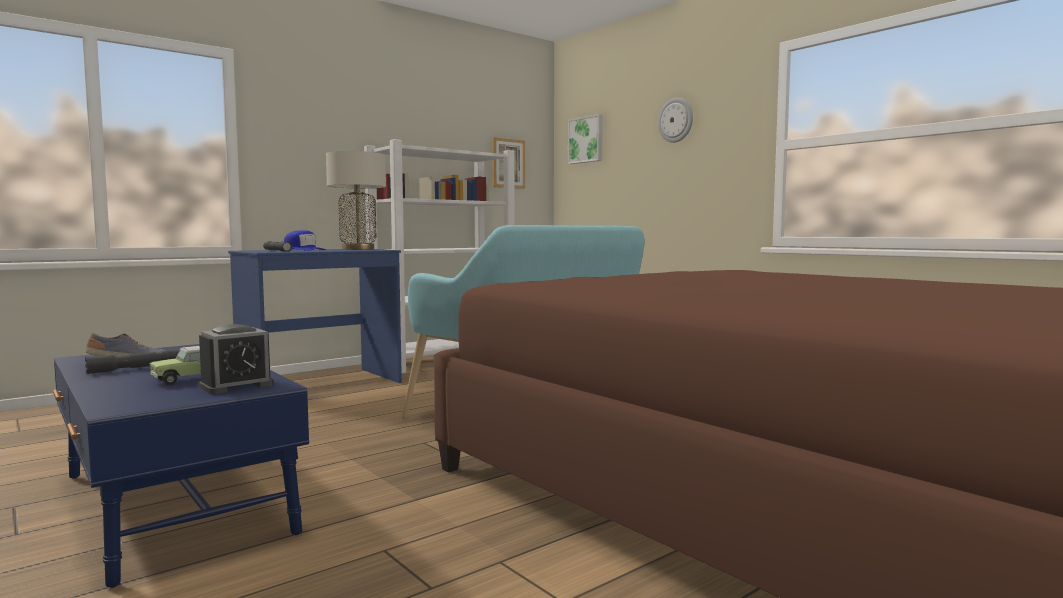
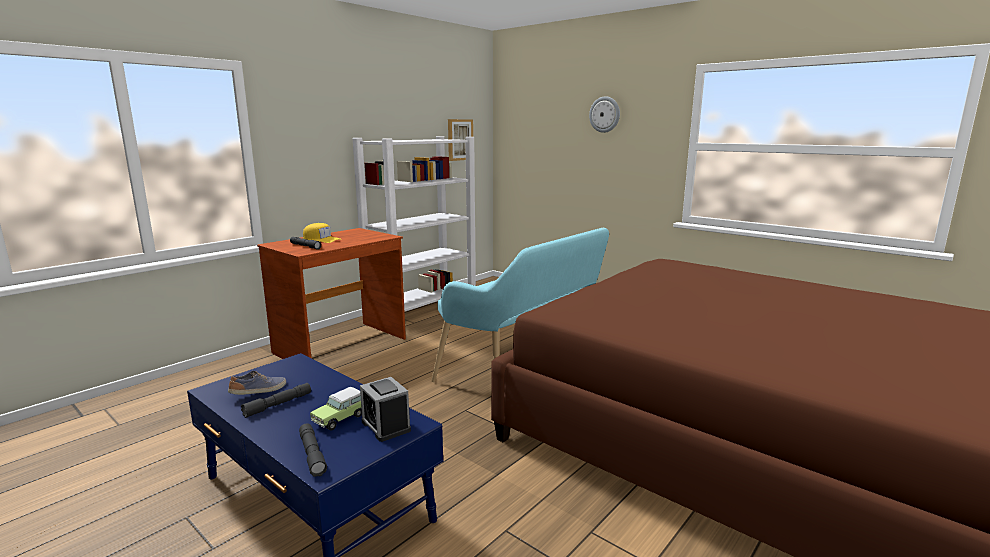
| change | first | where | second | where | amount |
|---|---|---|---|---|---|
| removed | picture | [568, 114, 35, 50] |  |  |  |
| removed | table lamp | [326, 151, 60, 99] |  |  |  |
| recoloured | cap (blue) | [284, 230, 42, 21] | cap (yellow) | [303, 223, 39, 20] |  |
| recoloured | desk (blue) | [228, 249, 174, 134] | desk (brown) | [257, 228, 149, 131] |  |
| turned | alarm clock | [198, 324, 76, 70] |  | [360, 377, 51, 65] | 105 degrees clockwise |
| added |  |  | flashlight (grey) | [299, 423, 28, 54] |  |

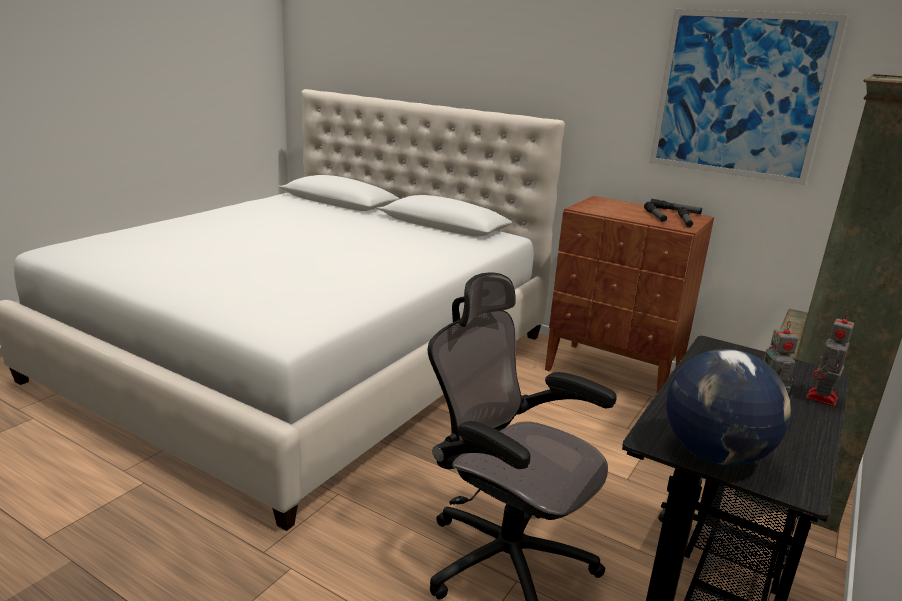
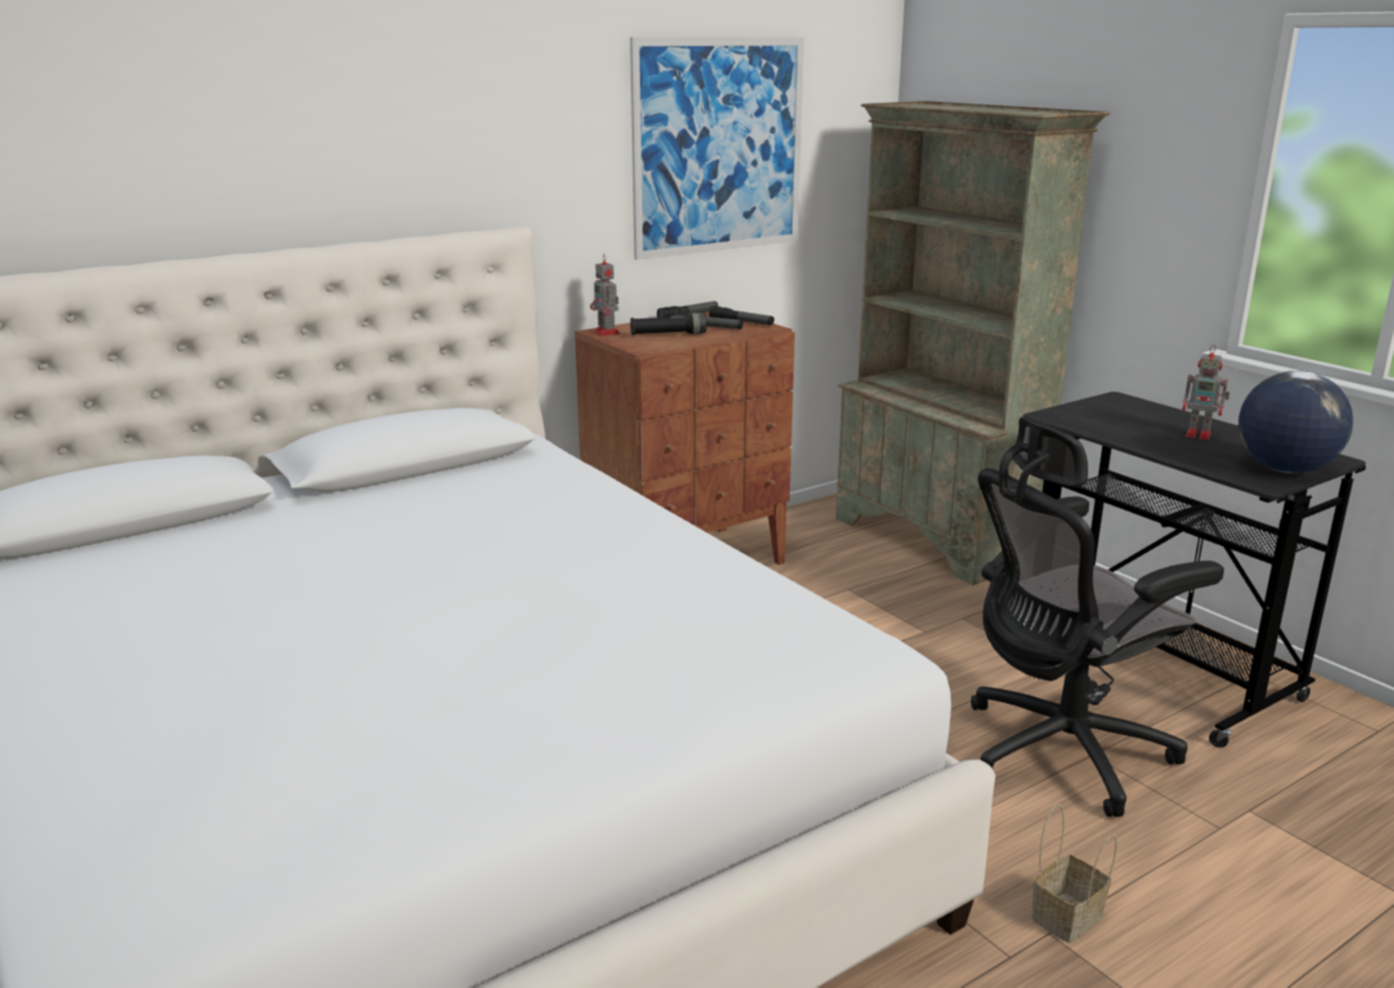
| change | first | where | second | where | amount |
|---|---|---|---|---|---|
| moved | toy robot | [806, 311, 48, 96] |  | [590, 254, 30, 82] |  |
| added |  |  | flashlight (black) | [630, 313, 77, 22] |  |
| added |  |  | basket | [1031, 804, 86, 139] |  |

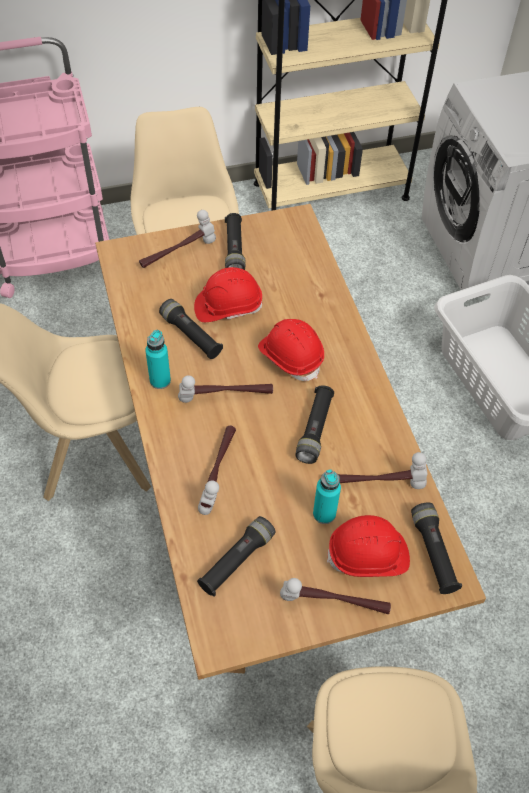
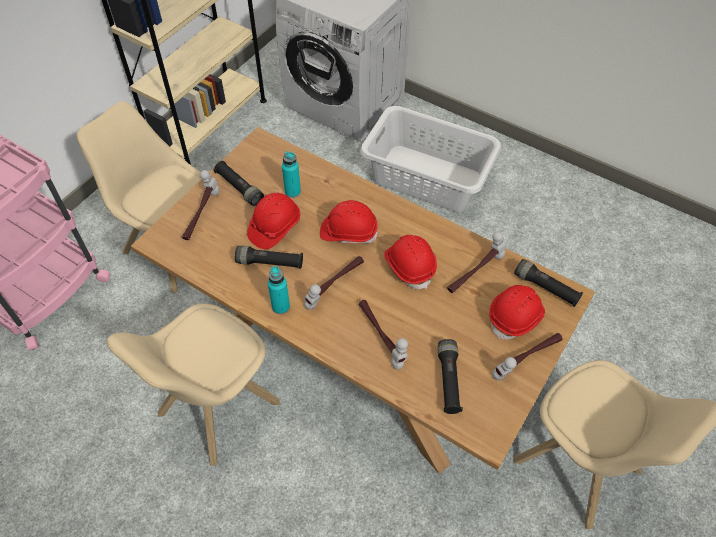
| change | first | where | second | where | amount |
|---|---|---|---|---|---|
| replaced | flashlight (black) | [295, 385, 39, 79] | hard hat (red) | [384, 235, 53, 54] |  |
| moved | bottle (turquoise) | [313, 469, 28, 55] |  | [282, 151, 19, 47] |  |

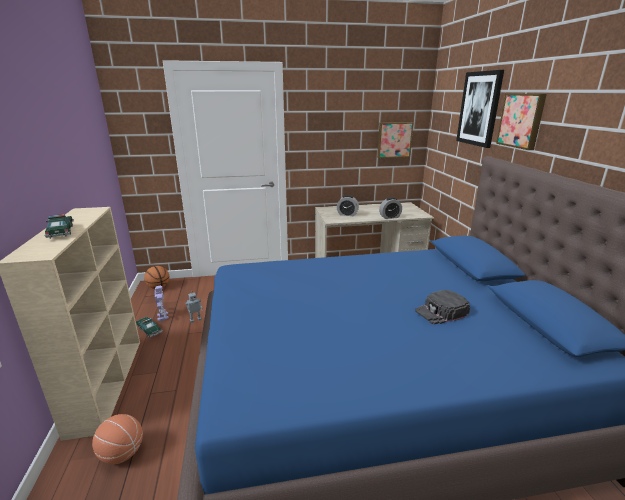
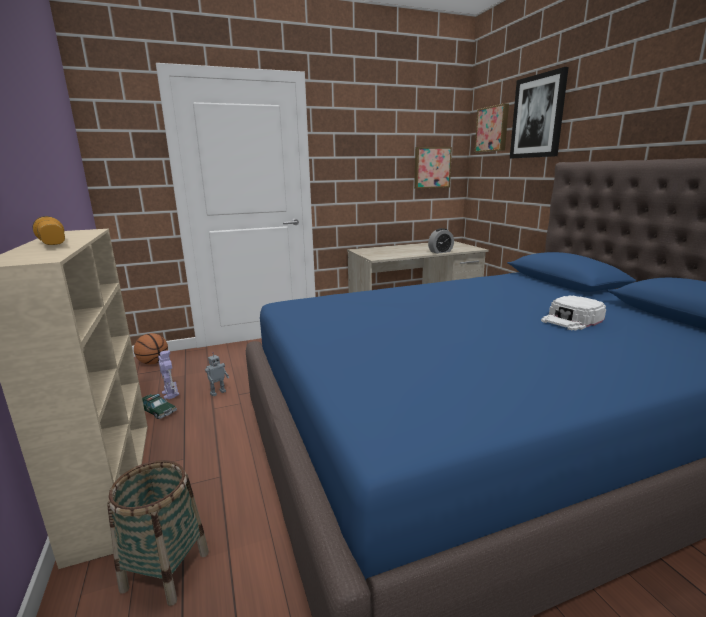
| change | first | where | second | where | amount |
|---|---|---|---|---|---|
| moved | picture | [496, 93, 51, 57] |  | [475, 103, 34, 49] |  |
| removed | alarm clock | [337, 195, 22, 21] |  |  |  |
| replaced | toy car | [44, 214, 30, 25] | flashlight | [33, 216, 32, 29] |  |
| recoloured | cap (black) | [415, 290, 55, 35] | cap (white) | [541, 295, 65, 36] |  |
| replaced | basketball | [92, 414, 51, 50] | basket | [107, 460, 102, 146] |  |

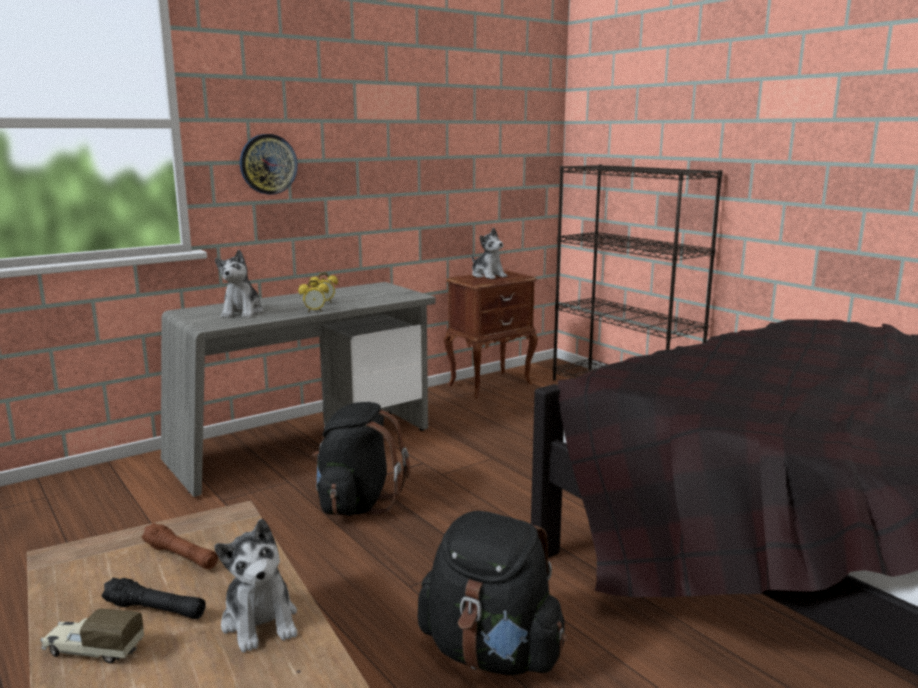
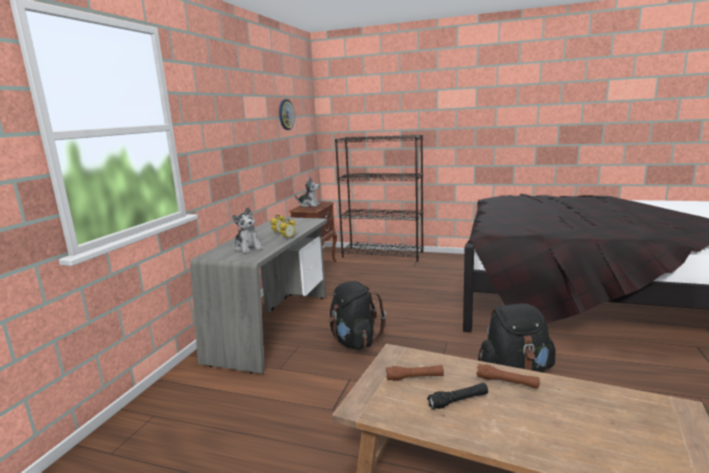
| change | first | where | second | where | amount |
|---|---|---|---|---|---|
| moved | wall clock | [240, 134, 58, 61] |  | [279, 99, 16, 31] |  |
| replaced | plush toy | [214, 519, 83, 134] | flashlight (brown) | [476, 364, 64, 25] |  |
| removed | toy truck | [41, 609, 103, 54] |  |  |  |

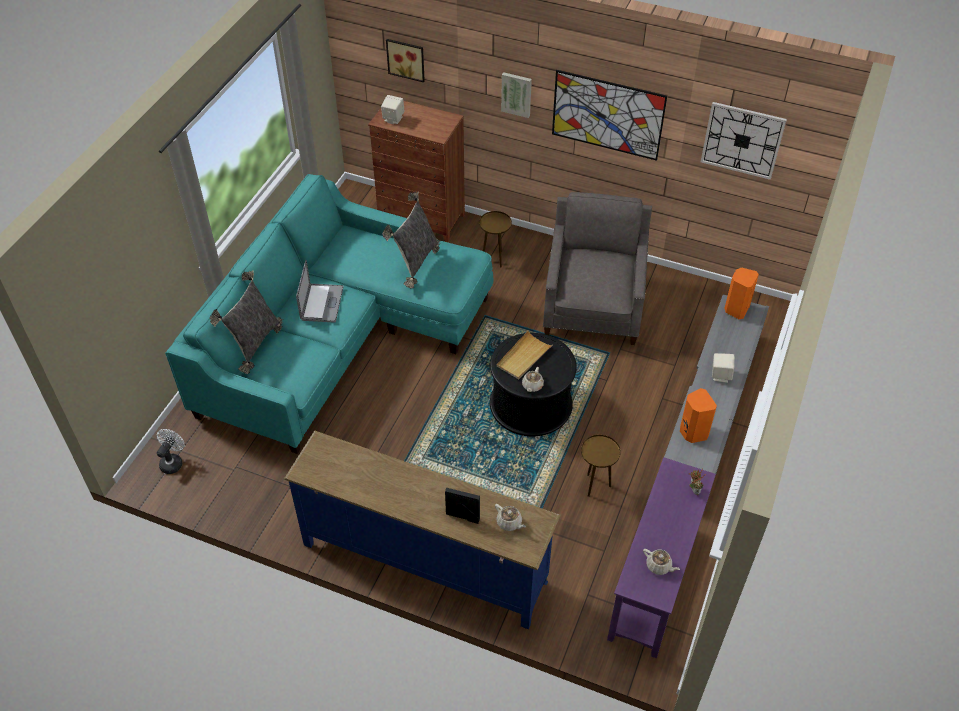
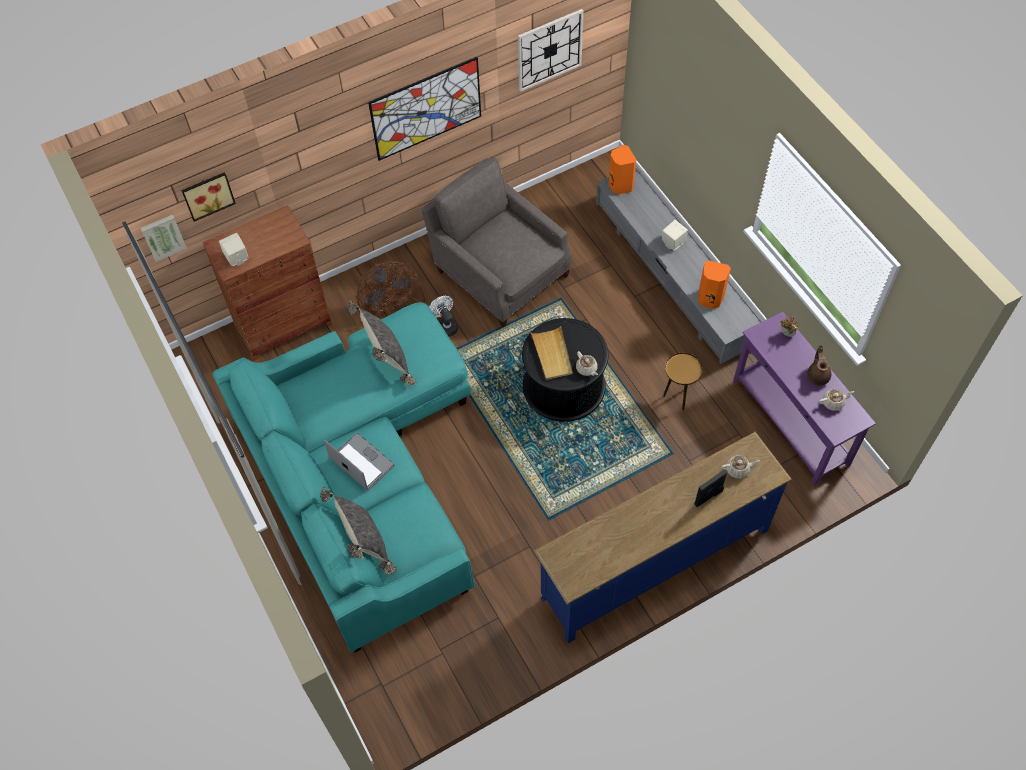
| change | first | where | second | where | amount |
|---|---|---|---|---|---|
| moved | picture | [501, 72, 31, 46] |  | [141, 215, 46, 47] |  |
| replaced | side table (brown) | [479, 211, 33, 57] | fan (brown) | [355, 261, 70, 63] |  |
| moved | fan (white) | [157, 429, 28, 45] |  | [429, 296, 29, 41] |  |
| added |  |  | teapot (brown) | [807, 345, 24, 41] |  |

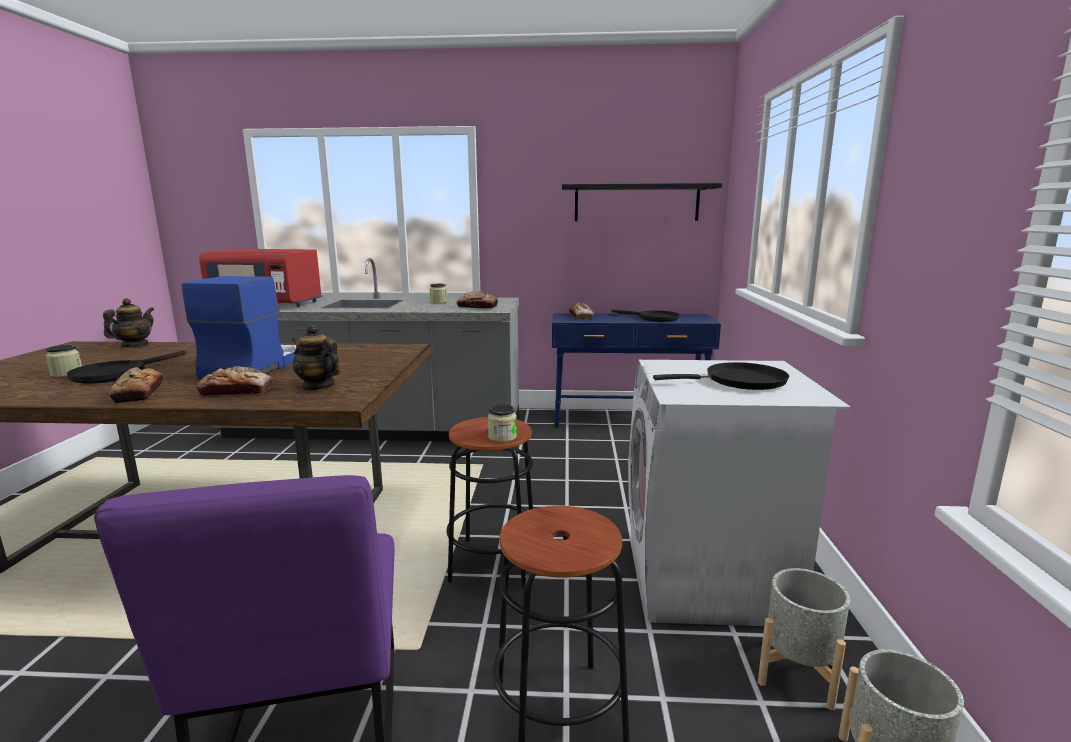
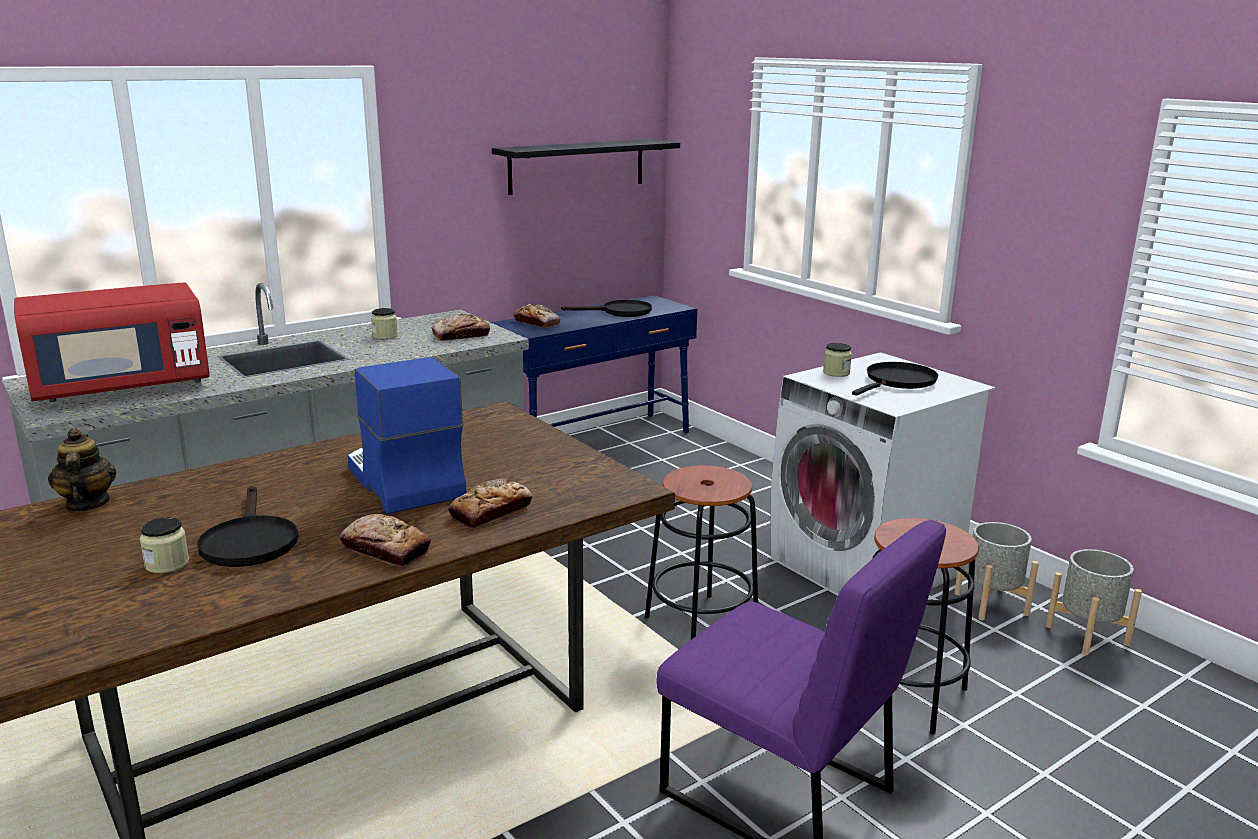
| change | first | where | second | where | amount |
|---|---|---|---|---|---|
| removed | teapot | [292, 325, 48, 66] |  |  |  |
| moved | jar | [488, 404, 29, 38] |  | [823, 343, 29, 34] |  |

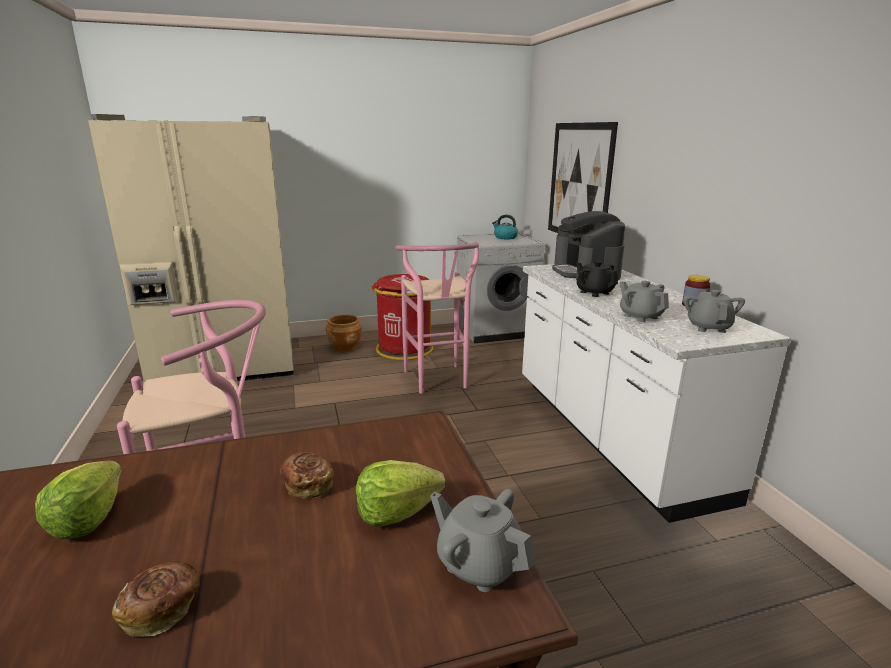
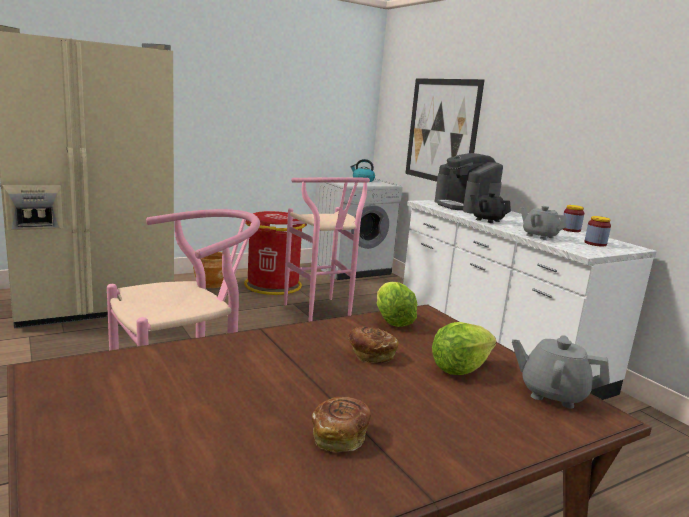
| change | first | where | second | where | amount |
|---|---|---|---|---|---|
| replaced | teapot (grey) | [683, 289, 62, 44] | jar | [584, 216, 27, 31] |  |
| moved | lettuce | [35, 461, 86, 78] |  | [377, 282, 40, 45] |  |

